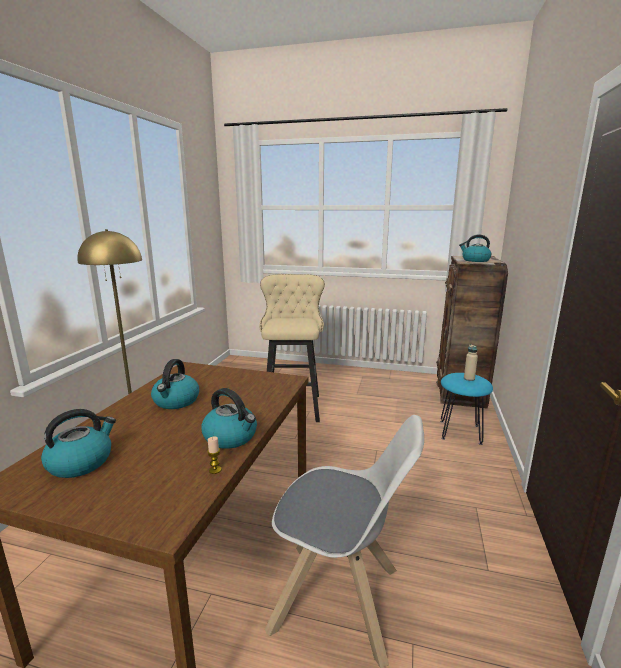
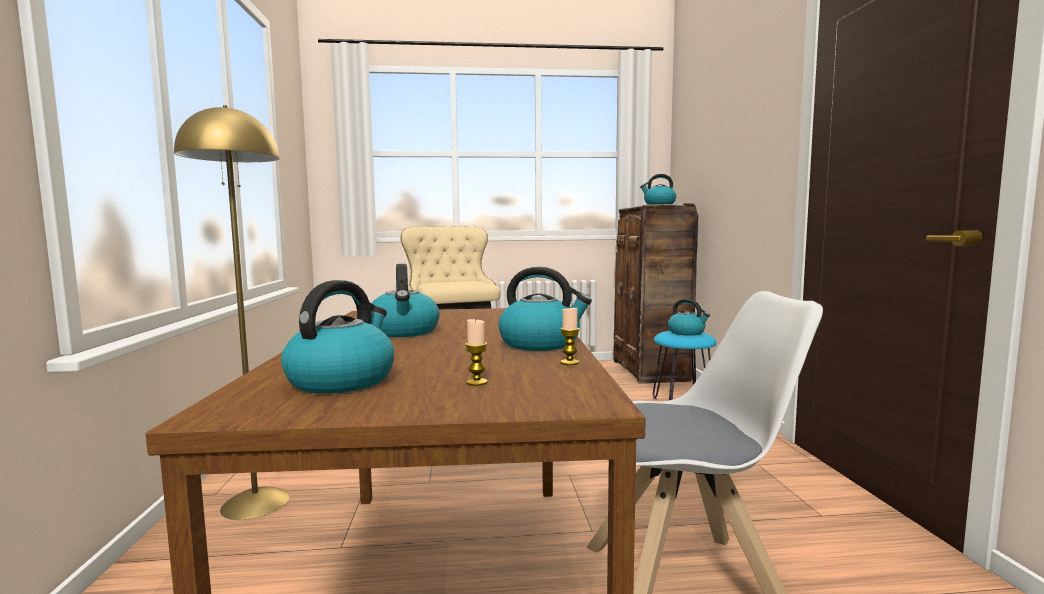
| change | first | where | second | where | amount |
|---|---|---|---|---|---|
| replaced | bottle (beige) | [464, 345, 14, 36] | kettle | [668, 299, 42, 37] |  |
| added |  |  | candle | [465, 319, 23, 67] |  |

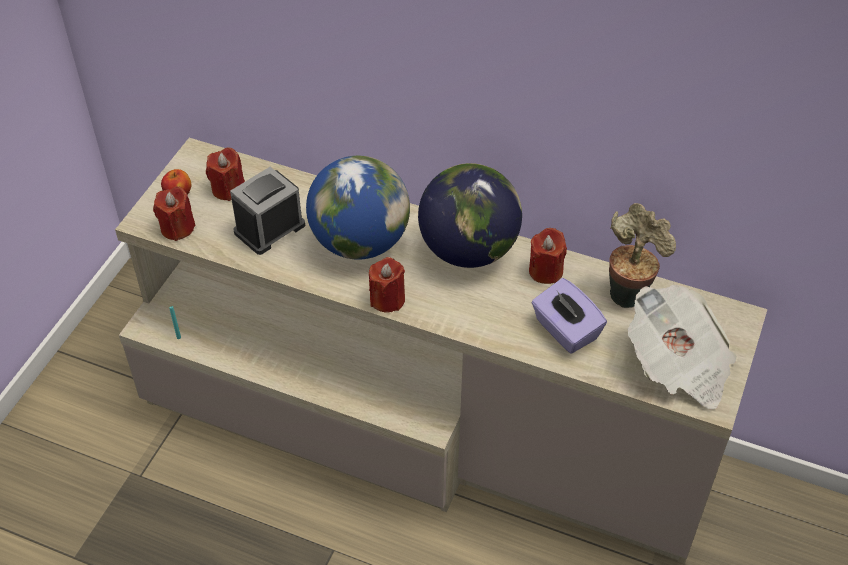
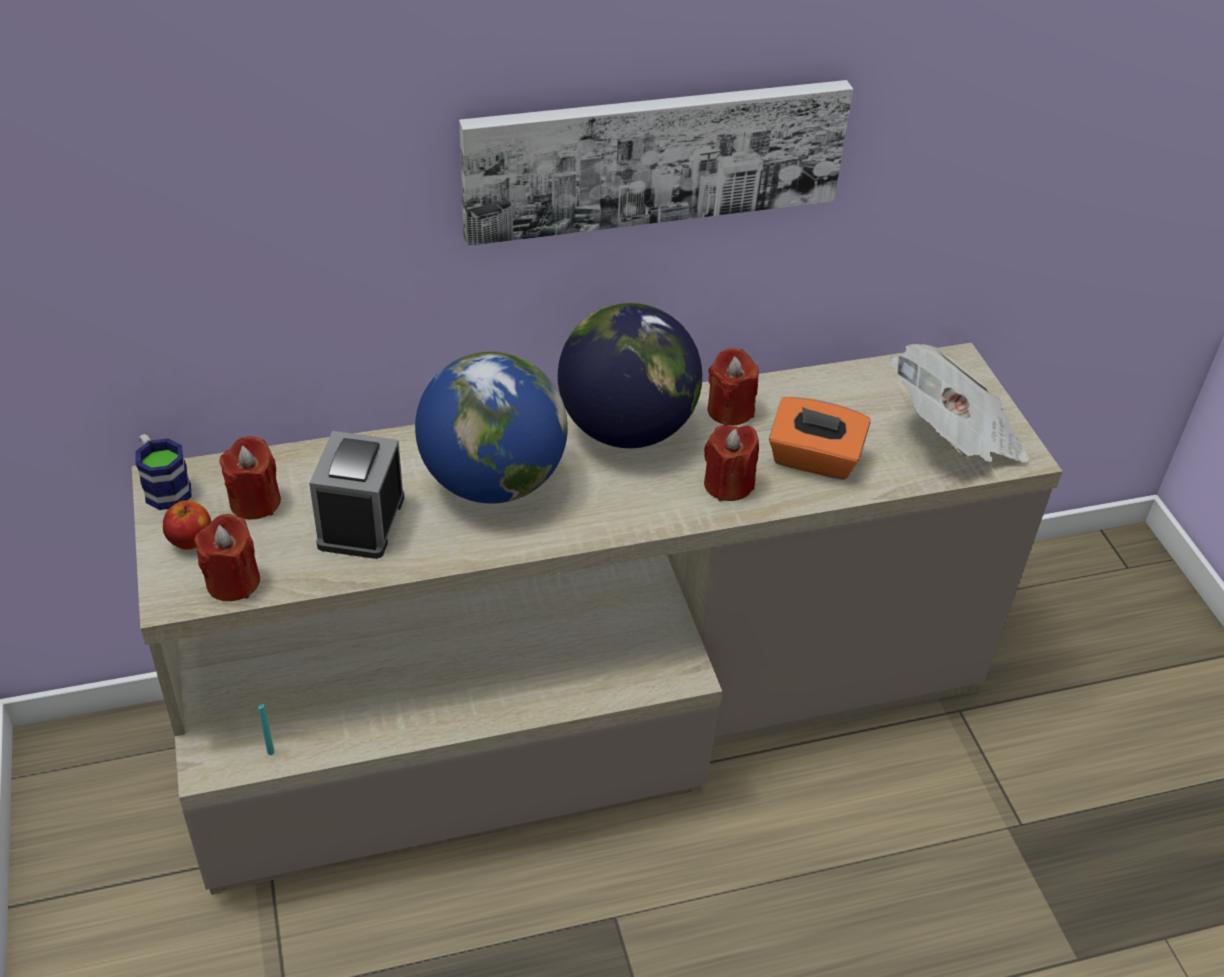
| change | first | where | second | where | amount |
|---|---|---|---|---|---|
| removed | potted plant | [609, 203, 67, 105] |  |  |  |
| moved | candle (red) | [369, 257, 36, 55] |  | [704, 425, 55, 76] |  |
| recoloured | tissue box (purple) | [532, 278, 75, 76] | tissue box (orange) | [769, 397, 102, 83] |  |
| added |  |  | picture | [459, 80, 394, 166] |  |
| added |  |  | mug | [135, 434, 57, 76] |  |

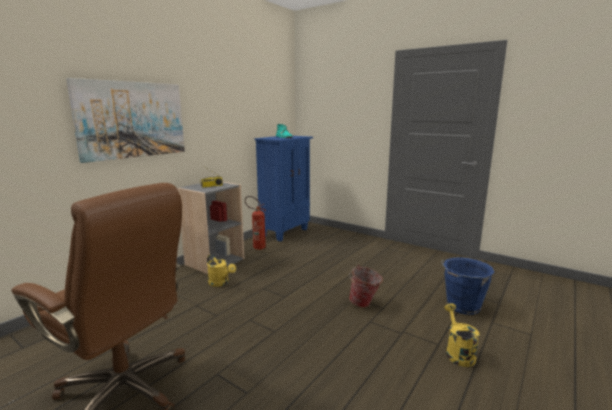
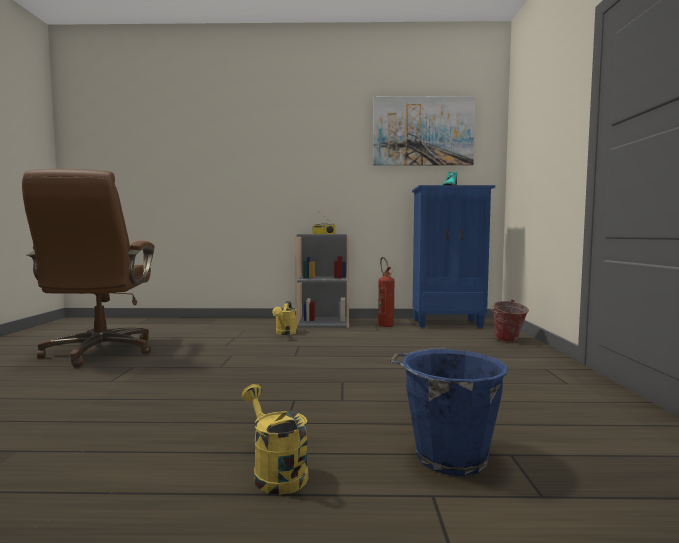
| change | first | where | second | where | amount |
|---|---|---|---|---|---|
| moved | picture | [66, 78, 119, 85] |  | [373, 96, 102, 70] |  |
| moved | bucket | [349, 265, 34, 43] |  | [491, 300, 38, 42] |  |
| turned | watering can (yellow) | [444, 303, 36, 64] |  | [241, 384, 67, 111] | 90 degrees counterclockwise |

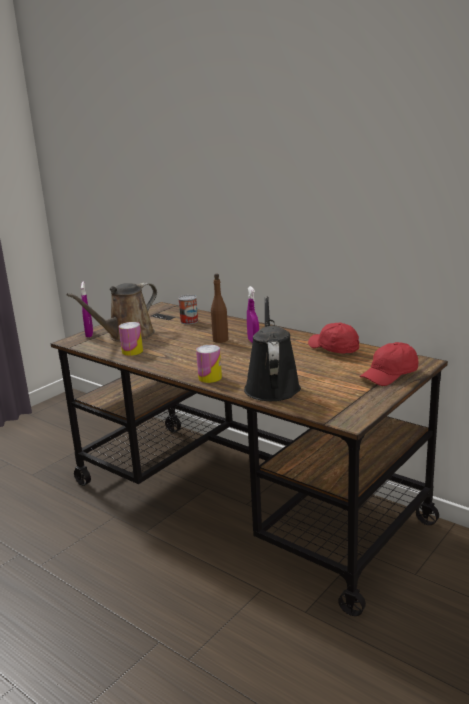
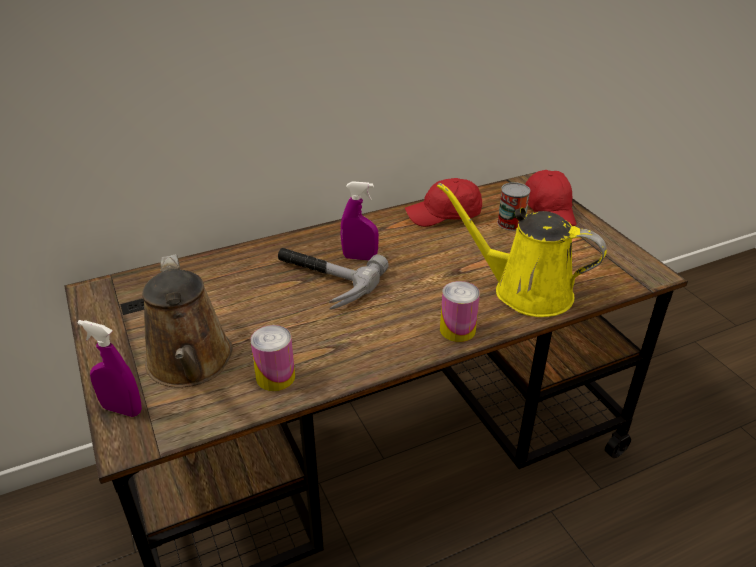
| change | first | where | second | where | amount |
|---|---|---|---|---|---|
| replaced | bottle (brown) | [211, 274, 18, 69] | hammer | [278, 248, 111, 62] |  |
| moved | can | [178, 295, 20, 29] |  | [497, 182, 33, 49] |  |
| recoloured | watering can (black) | [244, 296, 57, 105] | watering can (yellow) | [437, 182, 170, 135] |  |

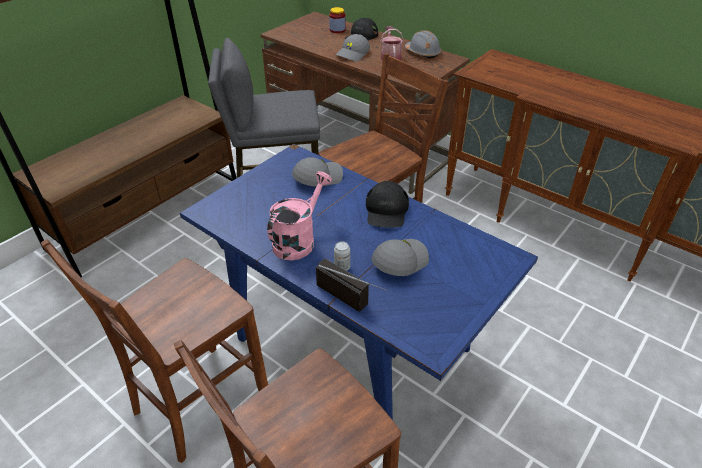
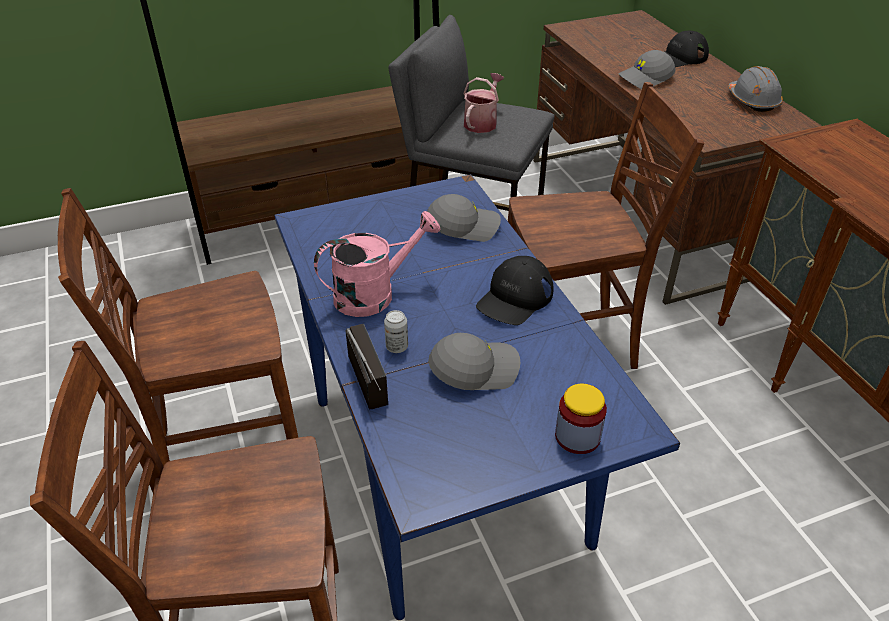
| change | first | where | second | where | amount |
|---|---|---|---|---|---|
| moved | jar | [329, 7, 17, 26] |  | [555, 384, 52, 70] |  |
| moved | watering can | [381, 26, 23, 35] |  | [463, 73, 41, 60] |  |

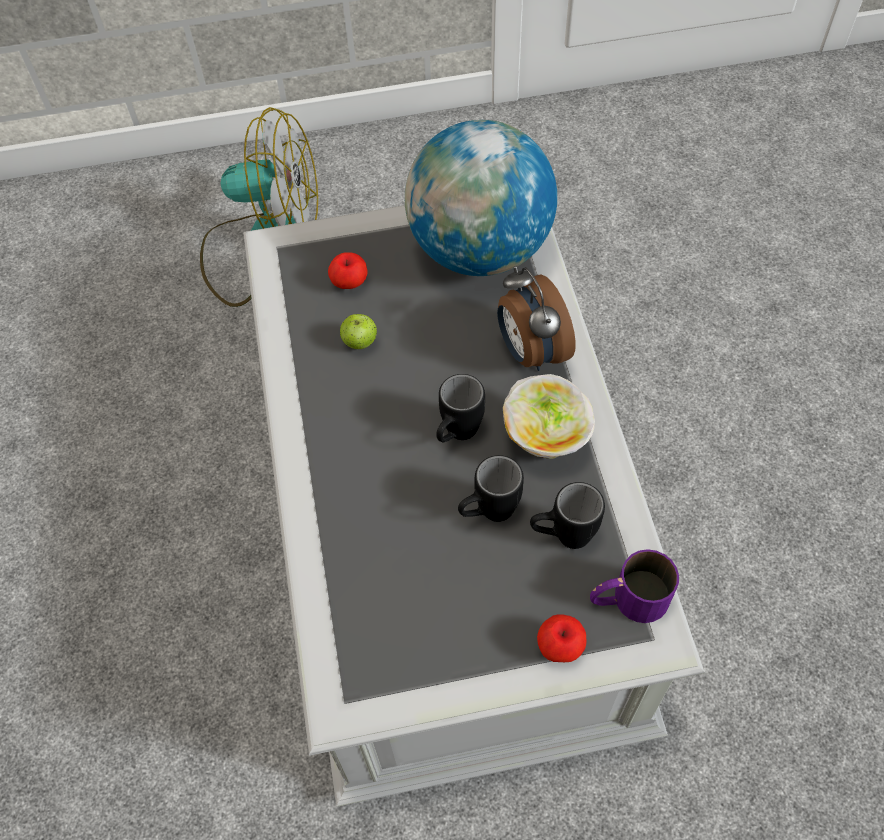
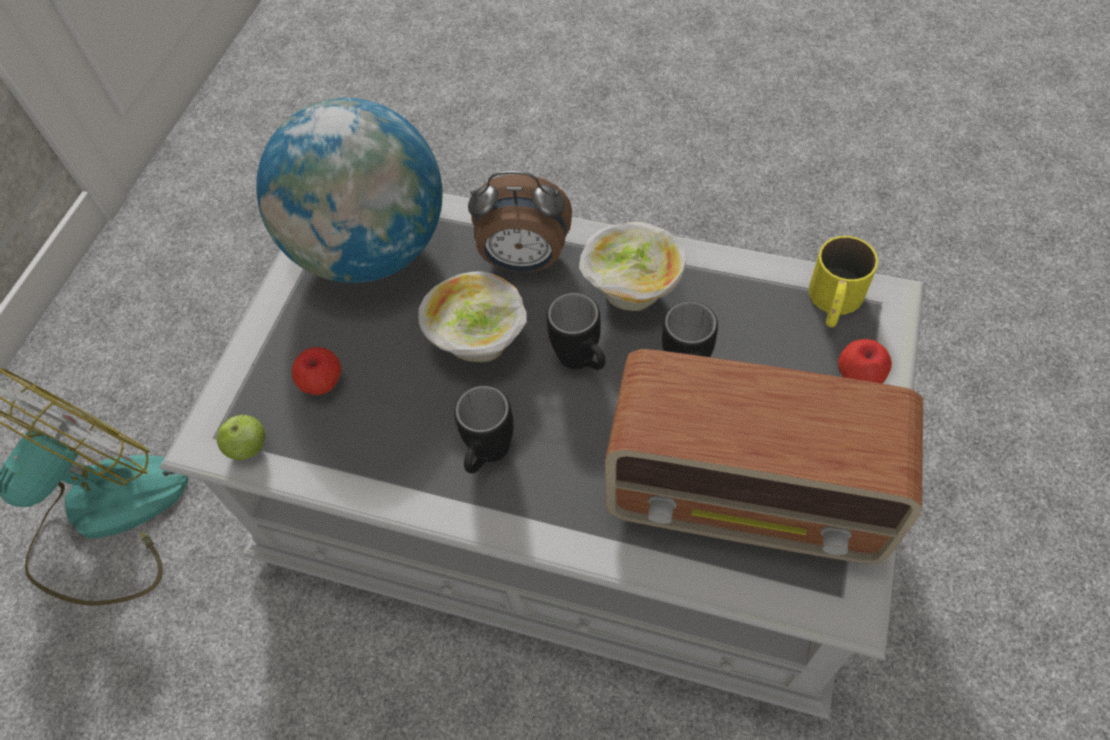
| change | first | where | second | where | amount |
|---|---|---|---|---|---|
| moved | apple | [340, 314, 37, 35] |  | [217, 414, 49, 46] |  |
| moved | mug (black) | [530, 482, 75, 67] |  | [454, 385, 60, 89] |  |
| recoloured | mug (purple) | [590, 549, 89, 74] | mug (yellow) | [808, 236, 70, 91] |  |
| added |  |  | bowl | [418, 271, 109, 91] |  |
| added |  |  | radio | [605, 349, 318, 214] |  |

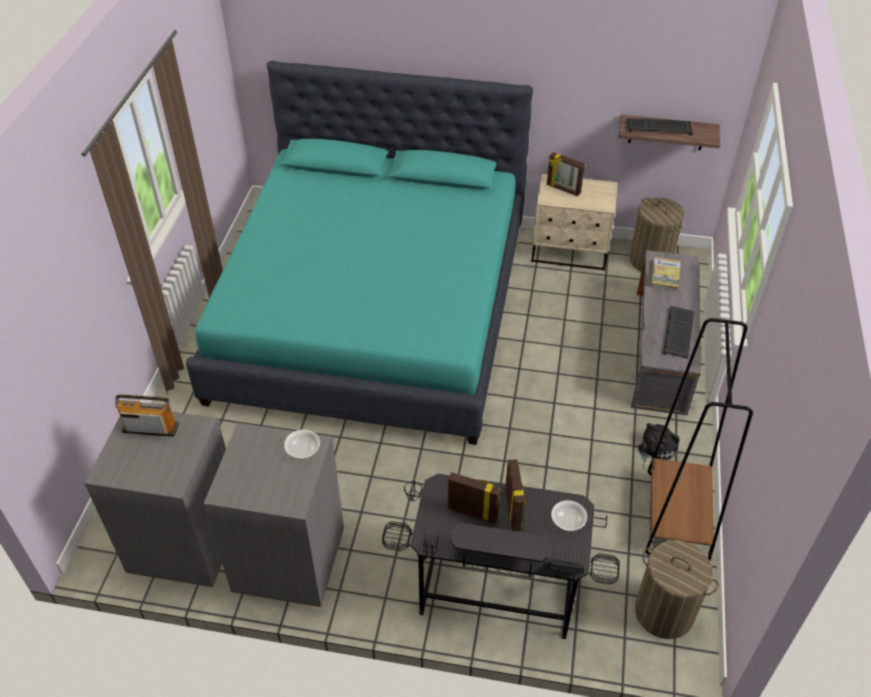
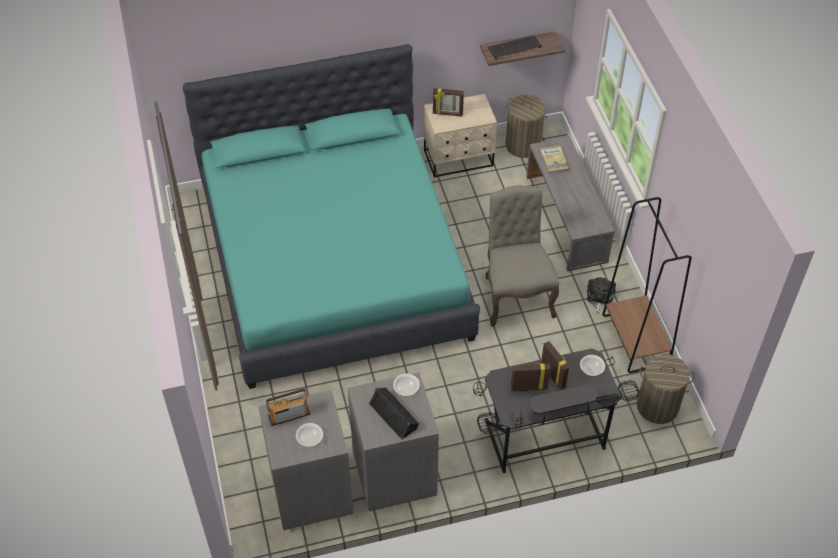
| change | first | where | second | where | amount |
|---|---|---|---|---|---|
| removed | keyboard | [663, 306, 31, 52] |  |  |  |
| added |  |  | chair (grey) | [486, 185, 73, 142] |  |
| added |  |  | speaker (black) | [369, 388, 50, 52] |  |
| added |  |  | bowl | [296, 423, 27, 24] |  |

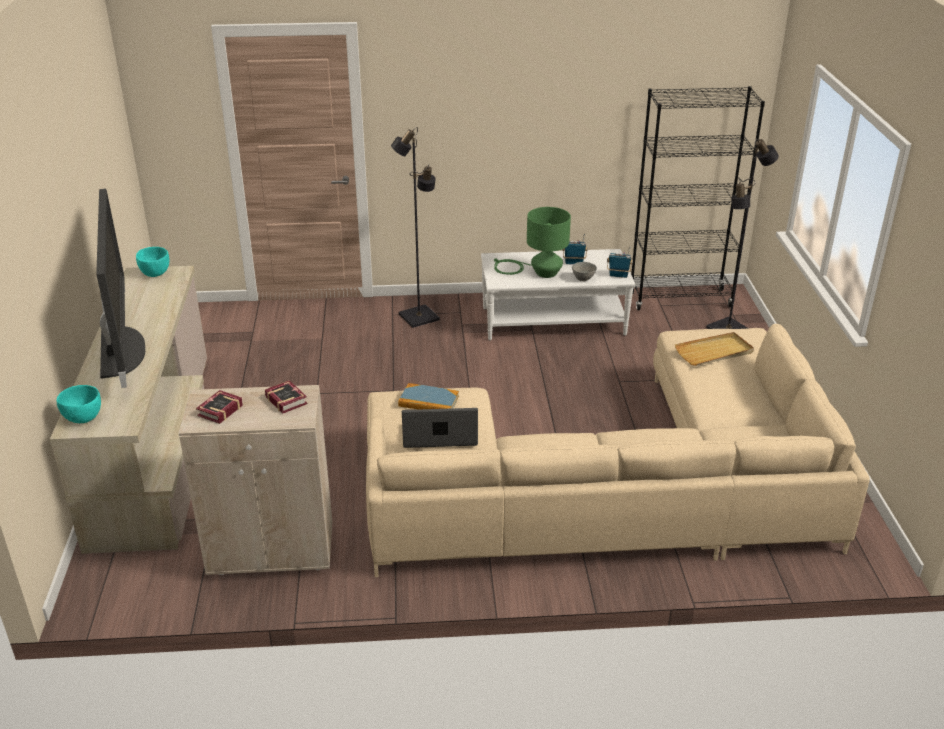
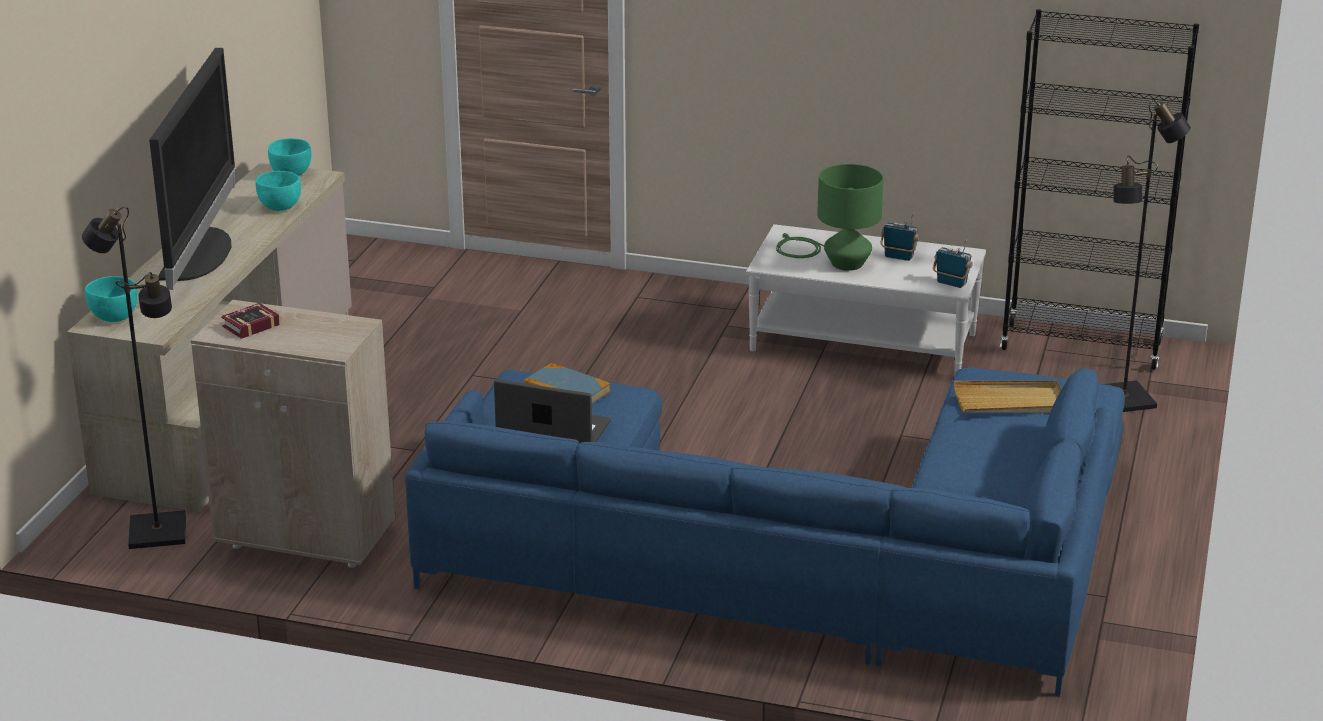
| change | first | where | second | where | amount |
|---|---|---|---|---|---|
| moved | floor lamp (black) | [391, 127, 49, 201] |  | [82, 207, 104, 342] |  |
| removed | bowl (grey) | [572, 262, 25, 19] |  |  |  |
| recoloured | sofa (beige) | [366, 324, 504, 253] | sofa (blue) | [405, 367, 720, 330] |  |
| removed | book | [265, 380, 42, 34] |  |  |  |
| added |  |  | bowl (turquoise) | [256, 171, 45, 40] |  |

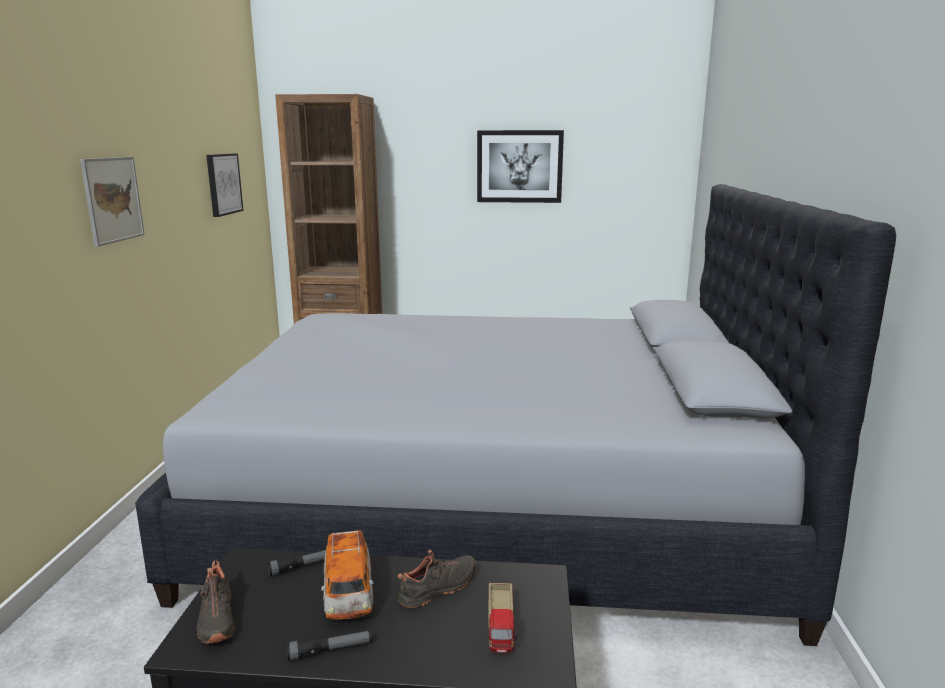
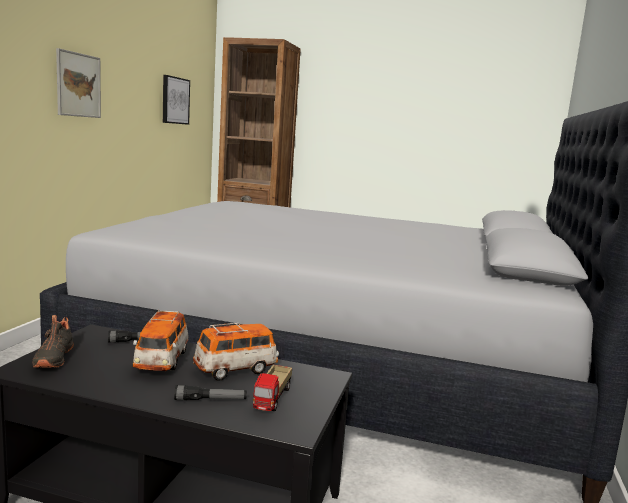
| change | first | where | second | where | amount |
|---|---|---|---|---|---|
| removed | picture | [477, 130, 87, 73] |  |  |  |
| replaced | shoe (black) | [398, 550, 78, 58] | toy car | [193, 323, 86, 58] |  |
| moved | flashlight | [287, 631, 85, 30] |  | [174, 385, 73, 15] |  |

